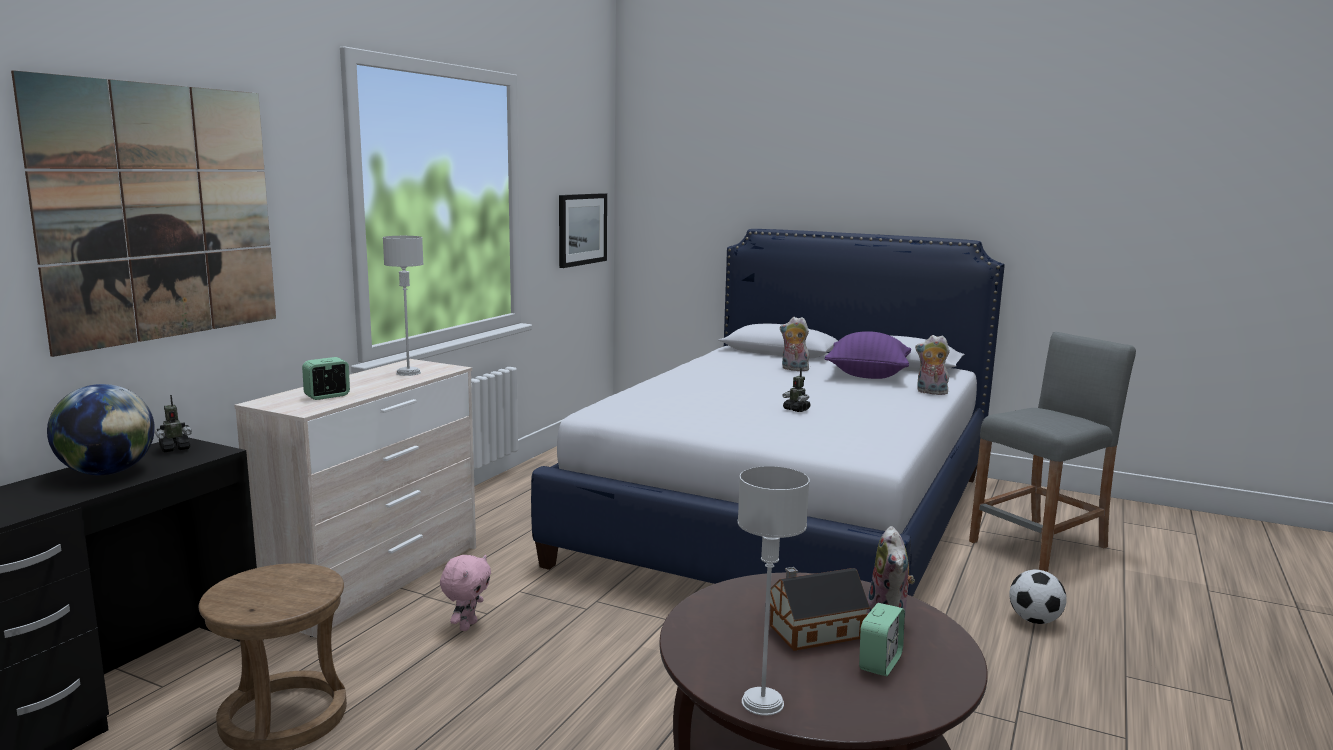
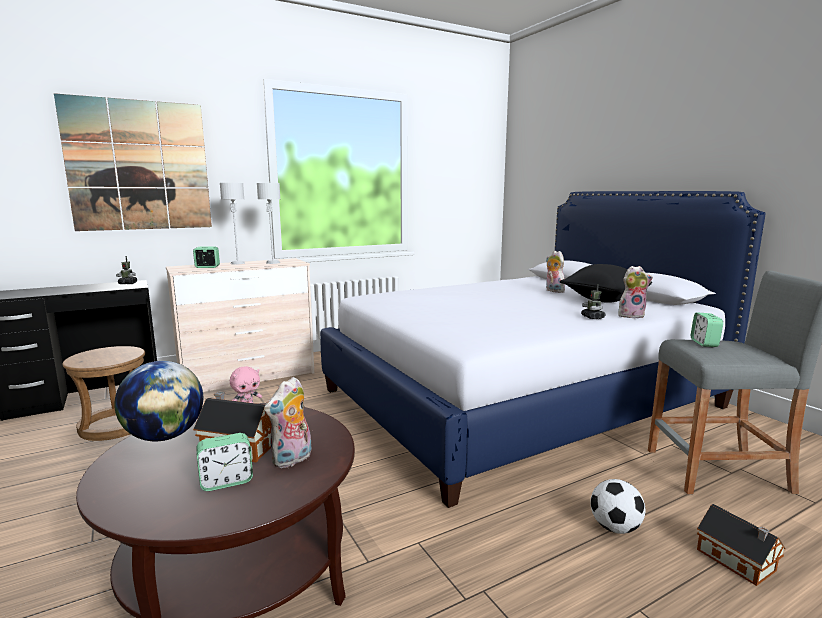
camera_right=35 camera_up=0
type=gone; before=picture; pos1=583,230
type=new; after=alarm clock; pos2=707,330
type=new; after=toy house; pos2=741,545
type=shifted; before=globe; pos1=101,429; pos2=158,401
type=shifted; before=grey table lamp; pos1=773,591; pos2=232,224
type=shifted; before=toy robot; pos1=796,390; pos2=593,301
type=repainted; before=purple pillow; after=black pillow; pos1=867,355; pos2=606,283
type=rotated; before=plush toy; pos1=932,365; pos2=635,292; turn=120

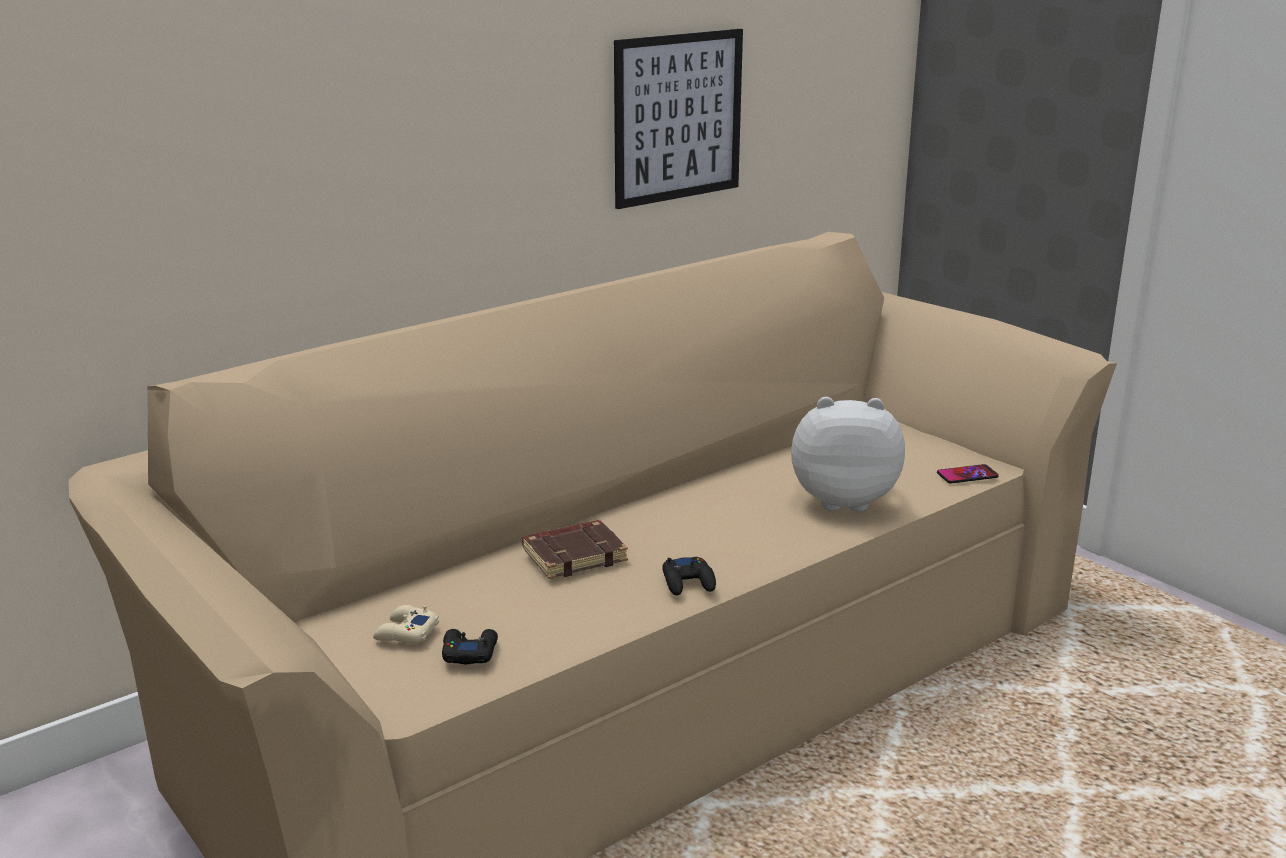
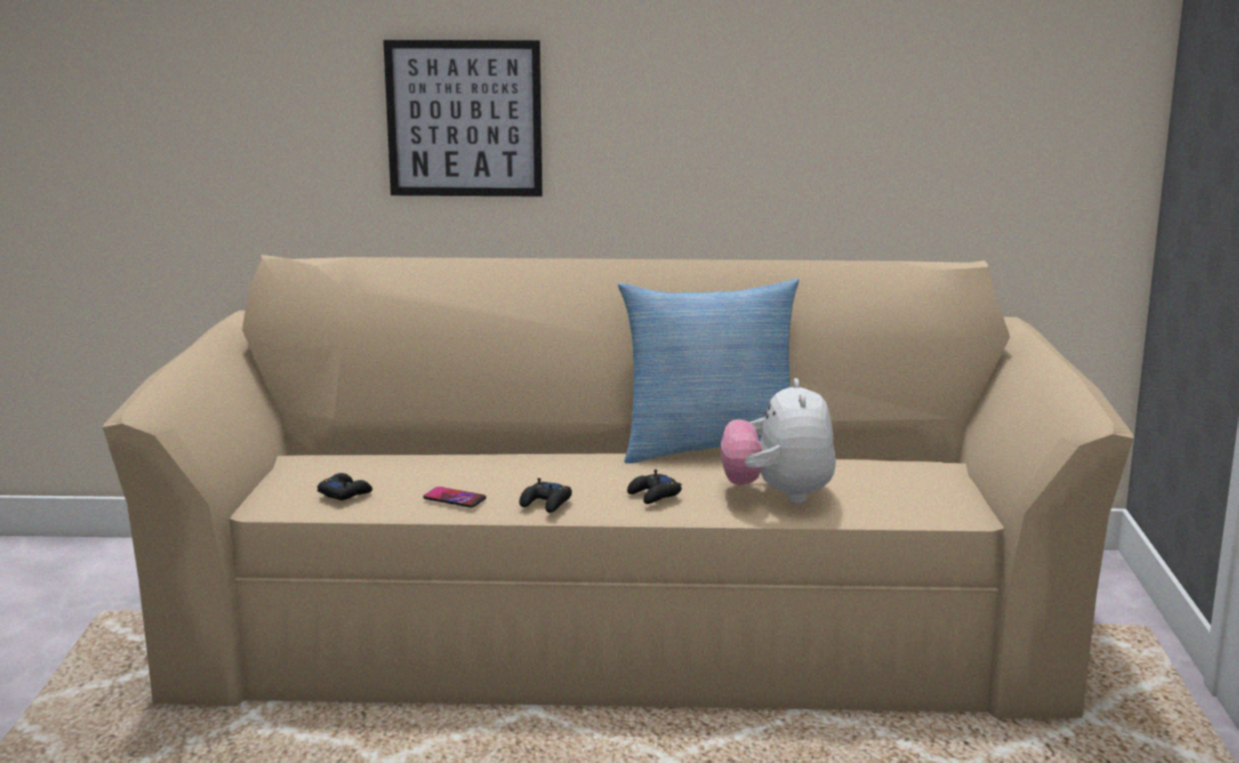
camera_right=40 camera_up=-5
type=gone; before=beige game controller; pos1=406,624
type=gone; before=brown book; pos1=575,549
type=new; after=pillow; pos2=708,370
type=new; after=black game controller; pos2=654,486
type=shifted; before=picture; pos1=678,119; pos2=462,118
type=shifted; before=phone; pos1=968,474; pos2=454,497
type=rotated; before=plush toy; pos1=848,454; pos2=778,441; turn=-135

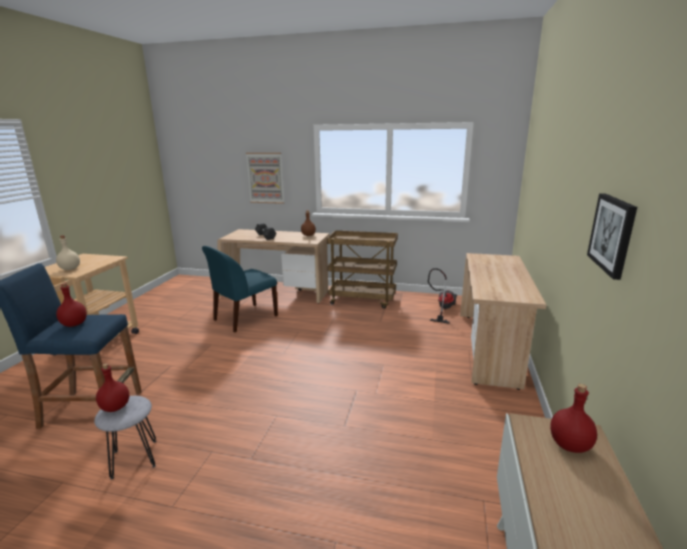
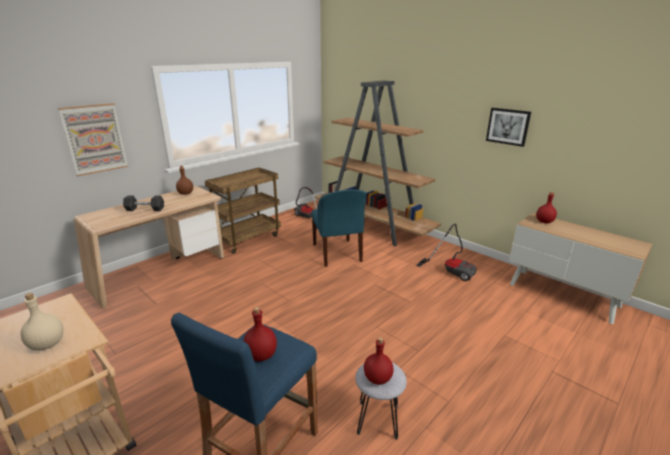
camera_right=-60 camera_up=5
type=new; after=vacuum cleaner; pos2=446,252
type=shifted; before=blue chair; pos1=240,289; pos2=339,228
type=swapped; before=beige desk; after=brown bookcase; pos1=503,321; pos2=378,163

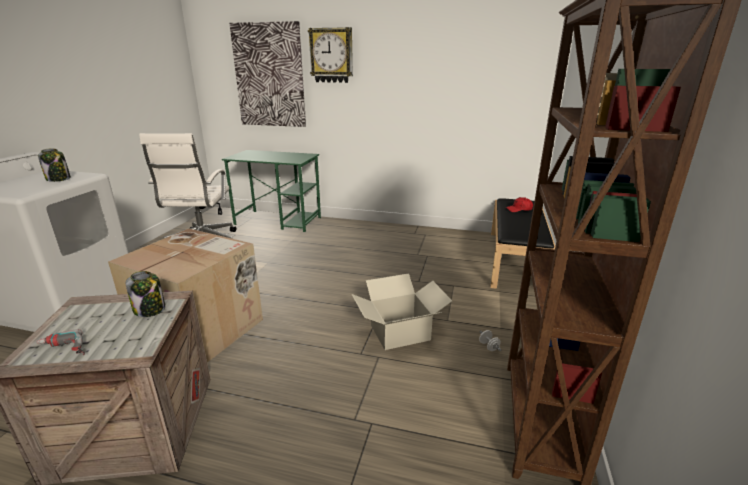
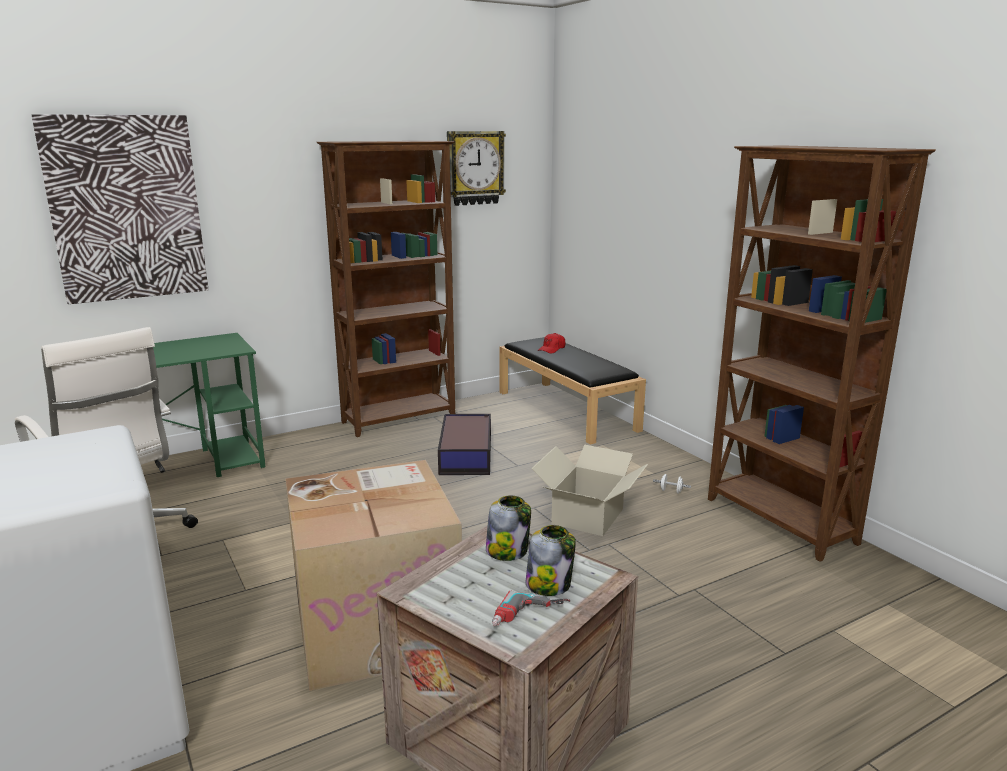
camera_right=-45 camera_up=-5
type=new; after=brown bookcase; pos2=385,289
type=new; after=storage box; pos2=464,444
type=shifted; before=jar; pos1=54,165; pos2=551,560
type=shifted; before=wall clock; pos1=330,55; pos2=476,168

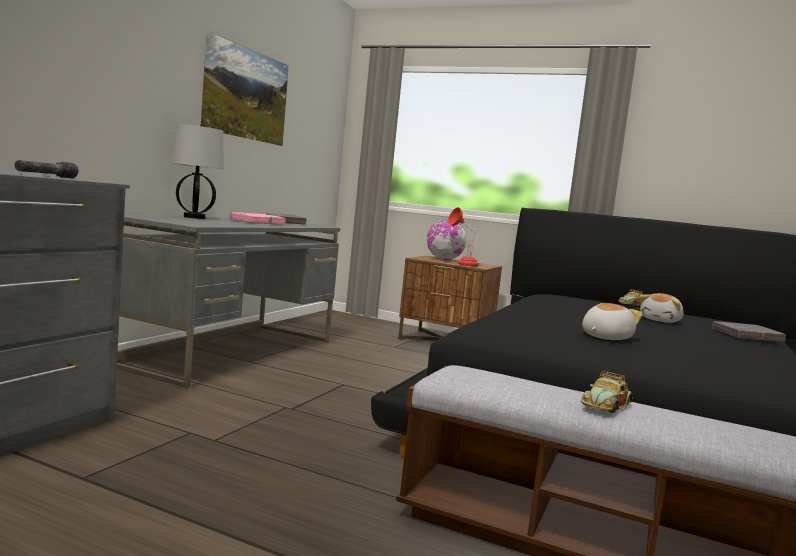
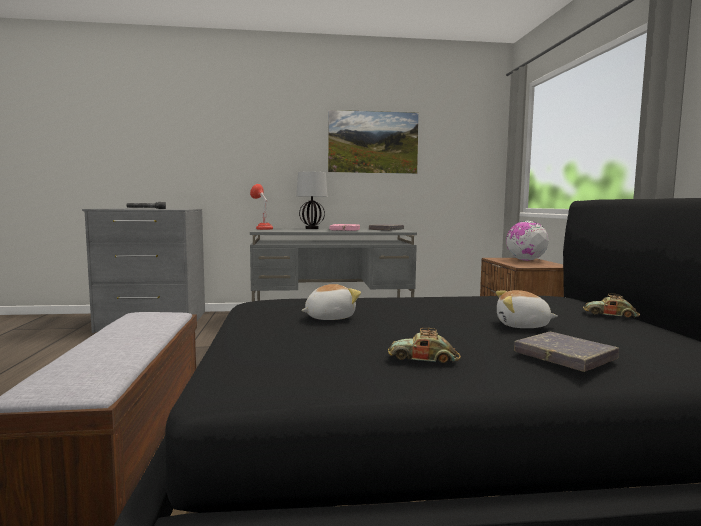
camera_right=60 camera_up=0
type=shifted; before=red table lamp; pos1=463,237; pos2=261,207
type=shifted; before=toy car; pos1=607,392; pos2=424,345
type=rotated; before=plush toy; pos1=612,321; pos2=331,302; turn=-45

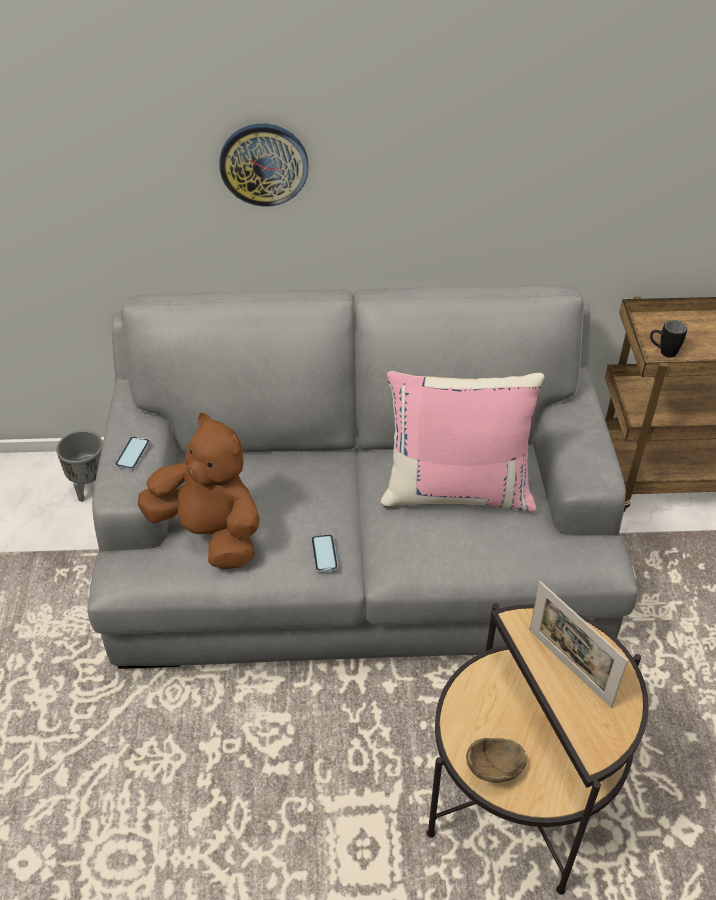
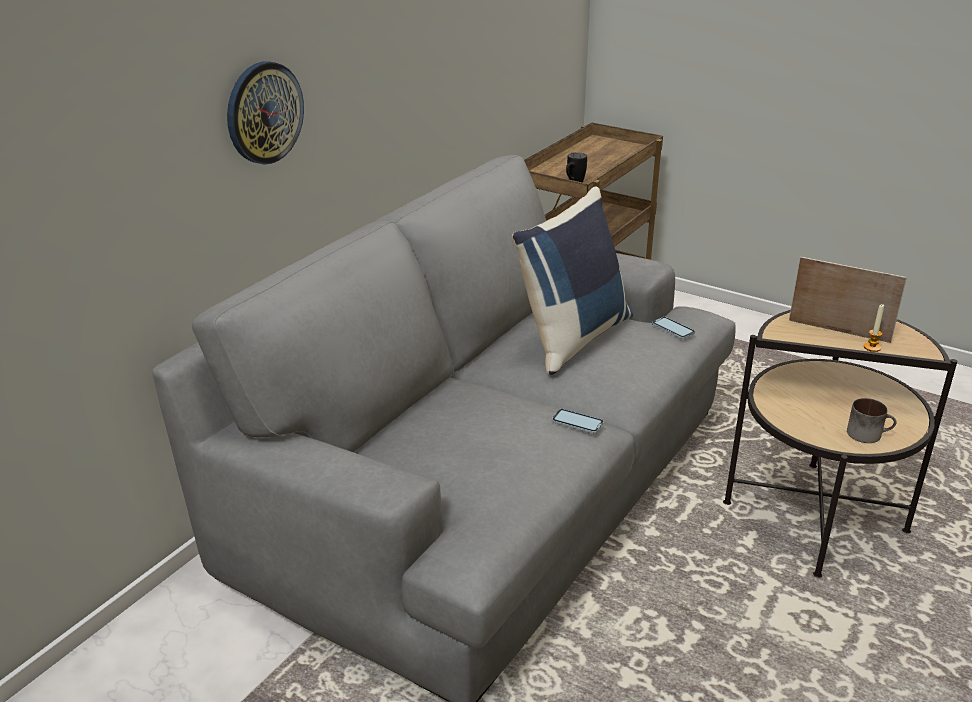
camera_right=-55 camera_up=-15
type=gone; before=grey planter; pos1=79,466
type=gone; before=brown plush toy; pos1=199,491
type=new; after=candle; pos2=874,328
type=shifted; before=phone; pos1=132,453; pos2=673,328
type=swapped; before=brown bowl; after=mug; pos1=496,760; pos2=871,420
type=repainted; before=pink pillow; after=blue pillow; pos1=462,441; pos2=572,280
type=rotated; before=picture frame; pos1=578,644; pos2=848,300; turn=-150

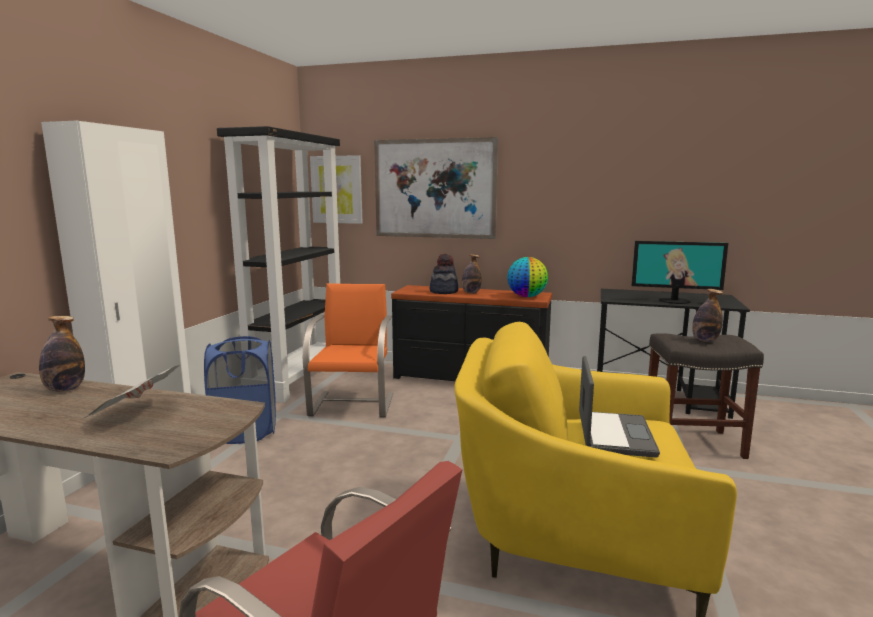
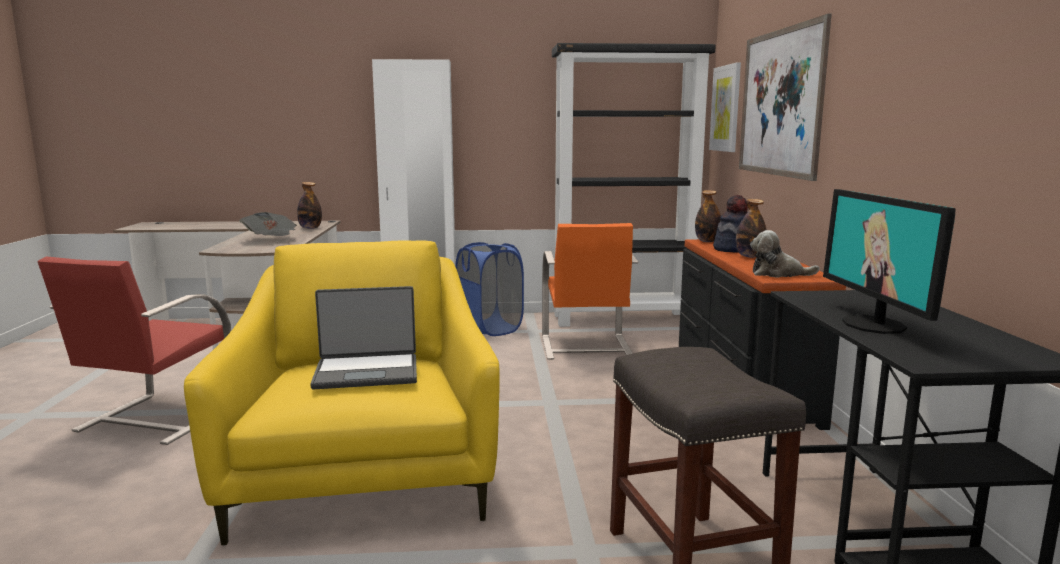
camera_right=70 camera_up=0
type=shifted; before=bottle; pos1=707,315; pos2=708,216
type=swapped; before=globe; after=plush toy; pos1=527,277; pos2=784,254
type=rotated; before=orange chair; pos1=348,350; pos2=590,291; turn=105

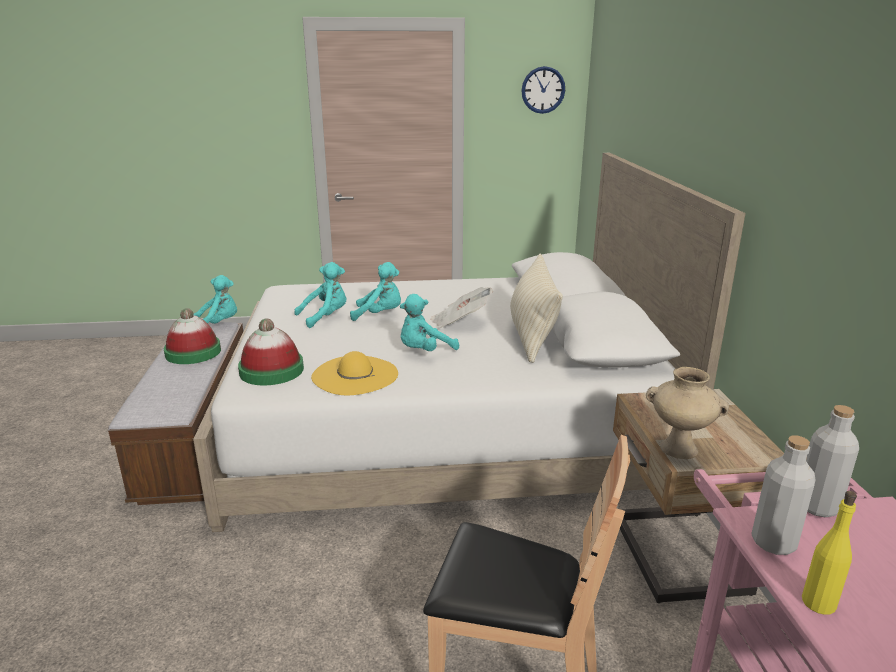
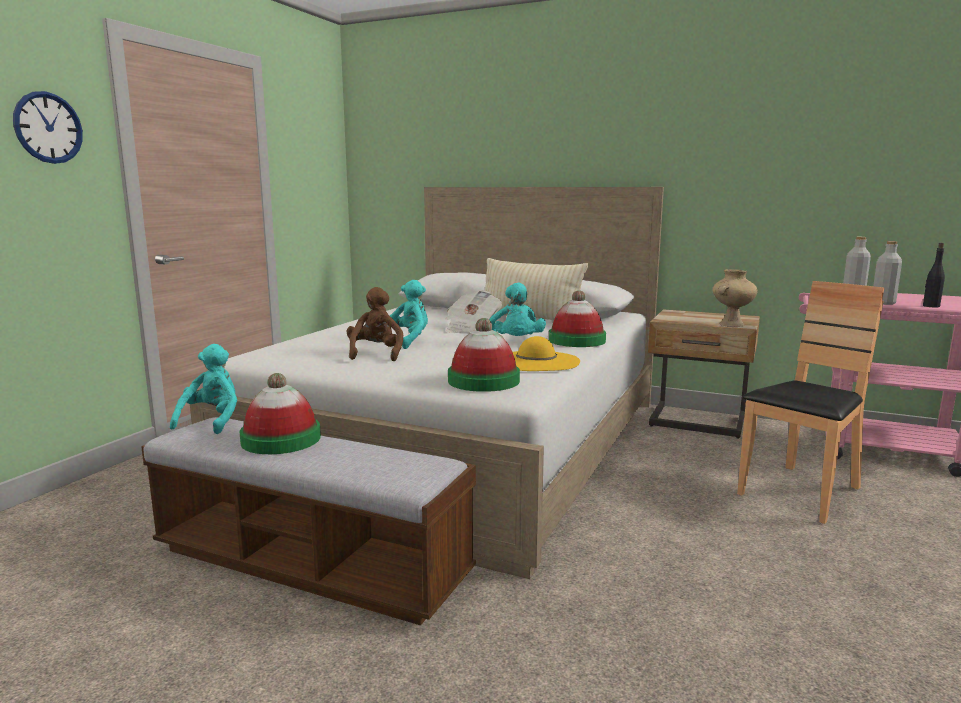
camera_right=-60 camera_up=-10
type=new; after=hat; pos2=577,318
type=shifted; before=wall clock; pos1=543,90; pos2=48,127
type=repainted; before=turquoise plush toy; after=brown plush toy; pos1=320,295; pos2=375,324
type=repainted; before=yellow bottle; after=black bottle; pos1=829,553; pos2=934,275

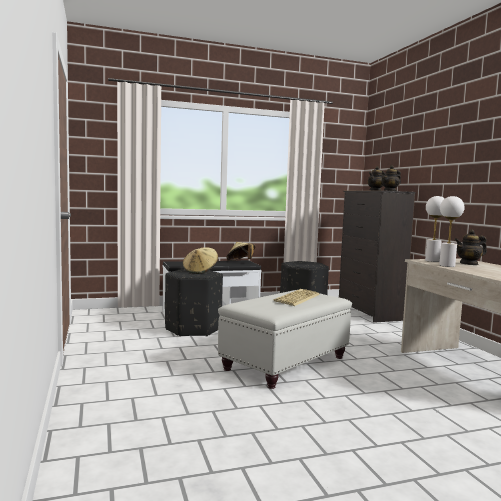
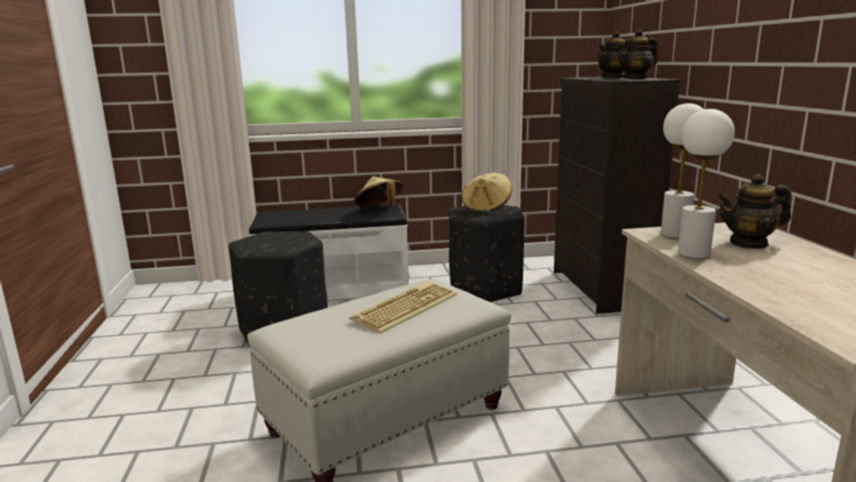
camera_right=10 camera_up=10
type=shifted; before=beige hat; pos1=200,260; pos2=486,193

